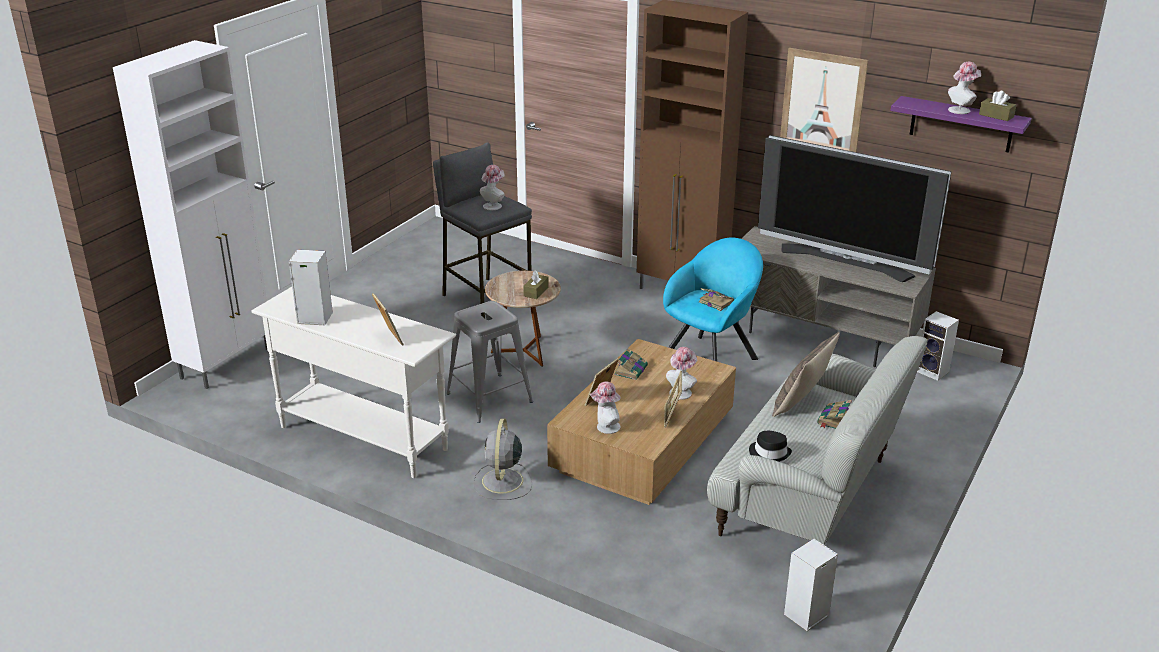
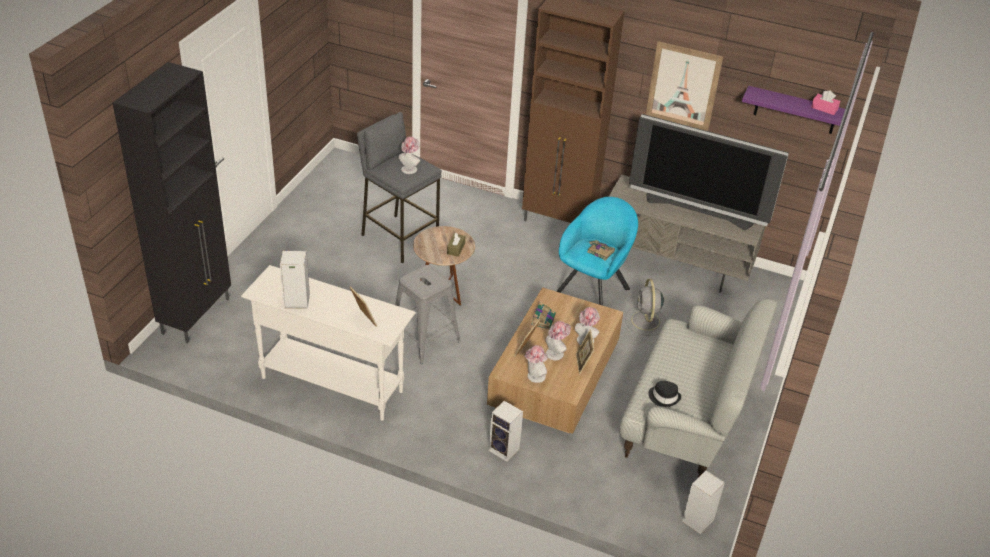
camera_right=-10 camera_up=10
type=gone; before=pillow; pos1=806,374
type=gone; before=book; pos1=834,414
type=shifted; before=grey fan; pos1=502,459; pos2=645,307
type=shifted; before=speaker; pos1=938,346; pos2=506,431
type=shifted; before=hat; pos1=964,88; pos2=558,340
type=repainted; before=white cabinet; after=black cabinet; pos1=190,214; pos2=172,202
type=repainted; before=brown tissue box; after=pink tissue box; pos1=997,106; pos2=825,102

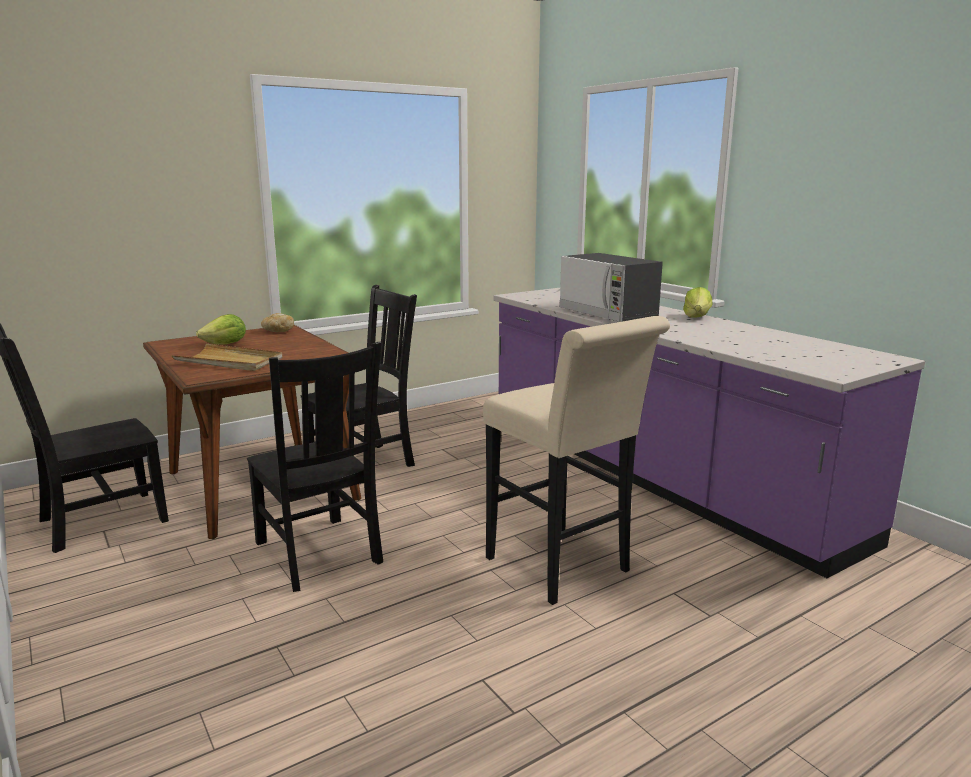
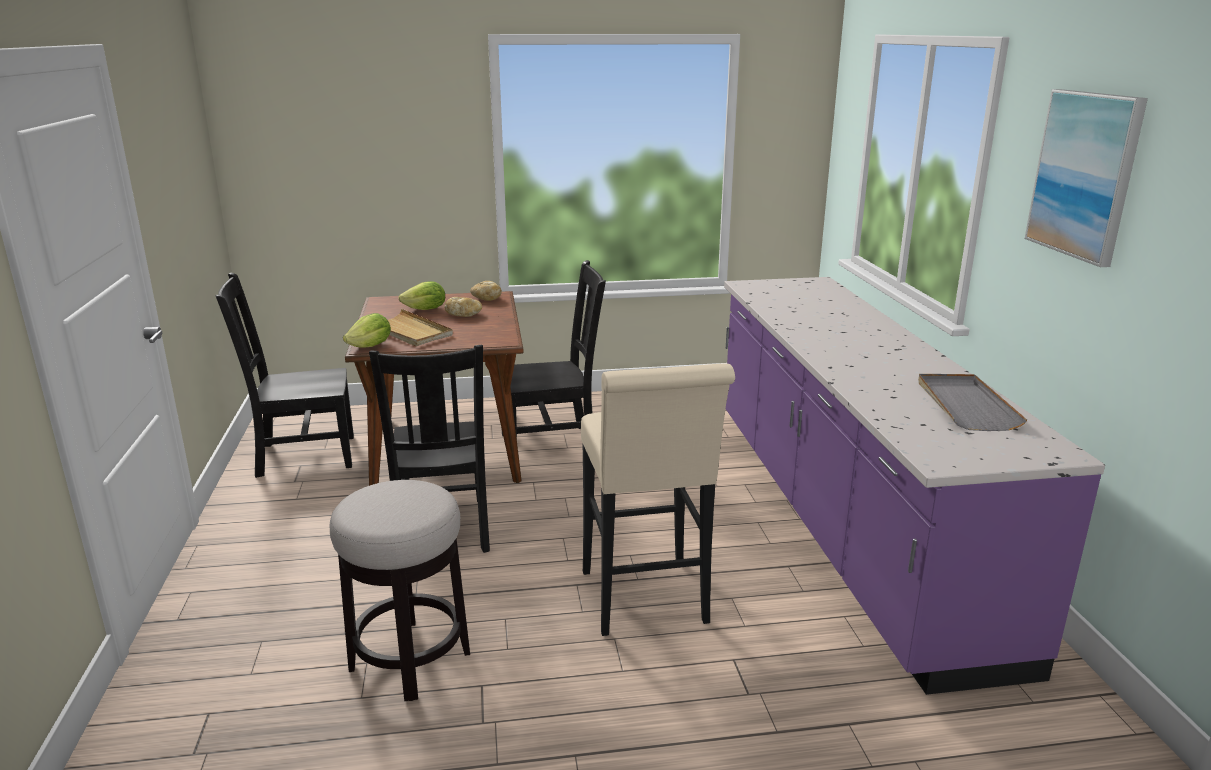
camera_right=25 camera_up=5
type=gone; before=microwave; pos1=611,287
type=new; after=stool; pos2=400,590
type=new; after=bread; pos2=463,307
type=new; after=grey tray; pos2=972,402
type=new; after=picture; pos2=1086,178
type=shifted; before=lettuce; pos1=698,302; pos2=367,330

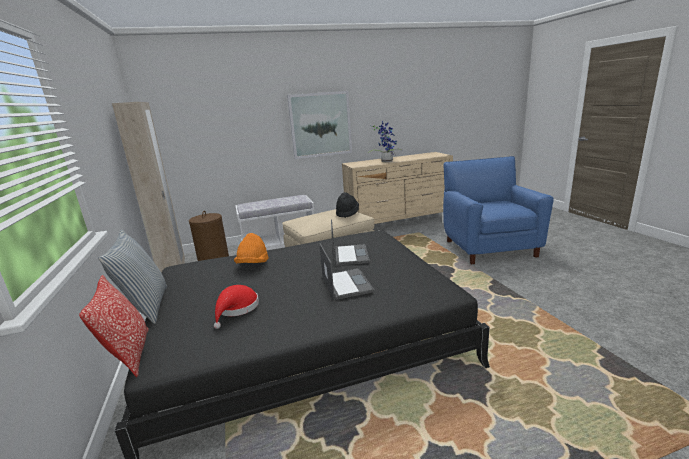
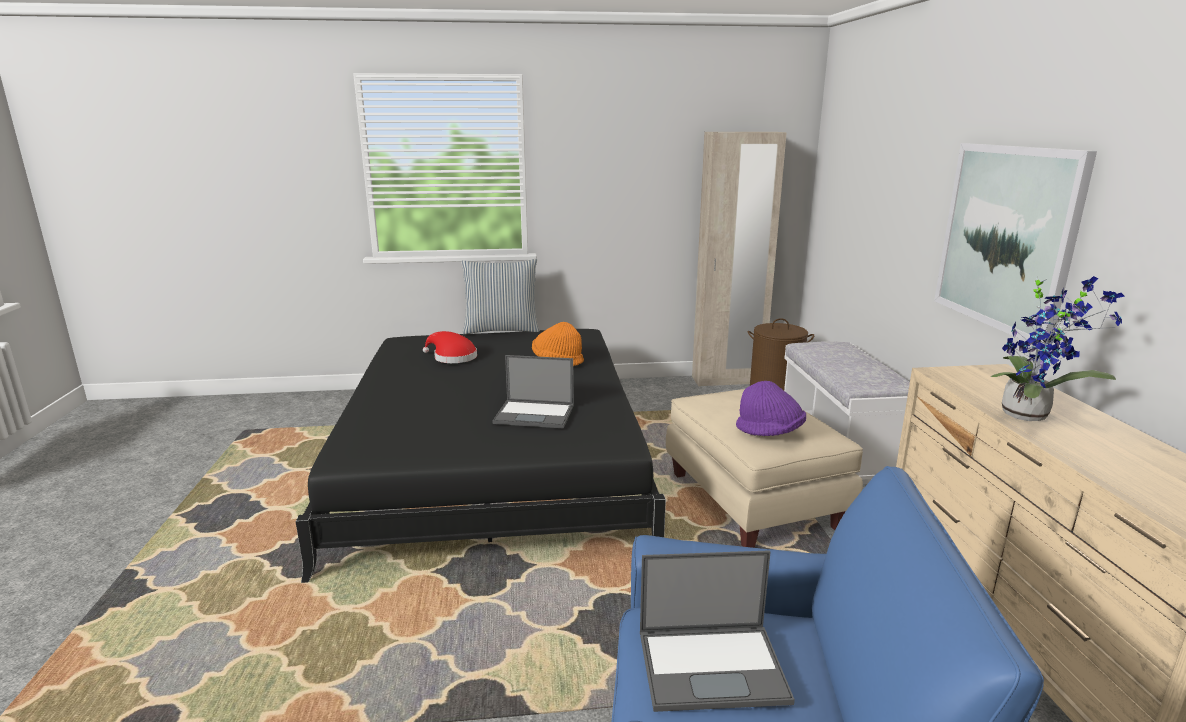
camera_right=100 camera_up=0
type=gone; before=pillow; pos1=114,326
type=shifted; before=laptop; pos1=347,271; pos2=717,631
type=repainted; before=black hat; after=purple hat; pos1=347,205; pos2=771,408

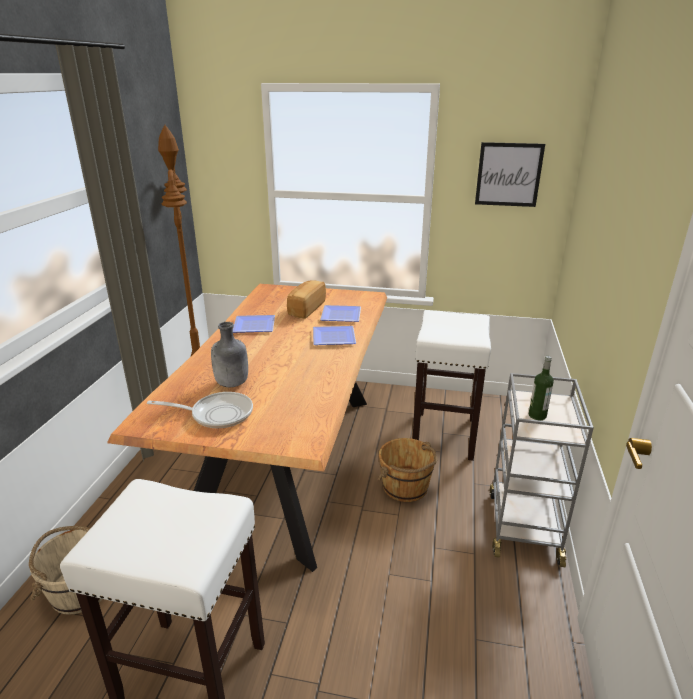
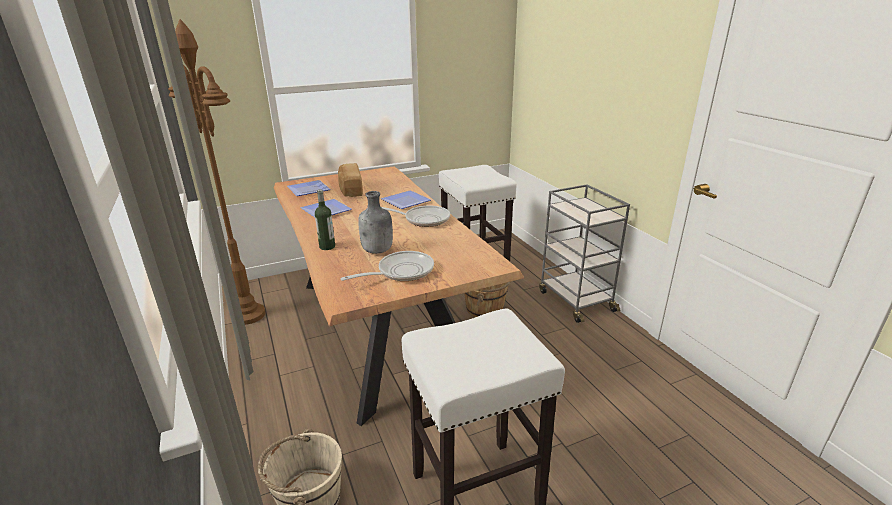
camera_right=-35 camera_up=0
type=gone; before=picture; pos1=510,174
type=new; after=frying pan; pos2=415,216
type=shifted; before=plate; pos1=340,313; pos2=309,188
type=shifted; before=bottle; pos1=541,388; pos2=325,219

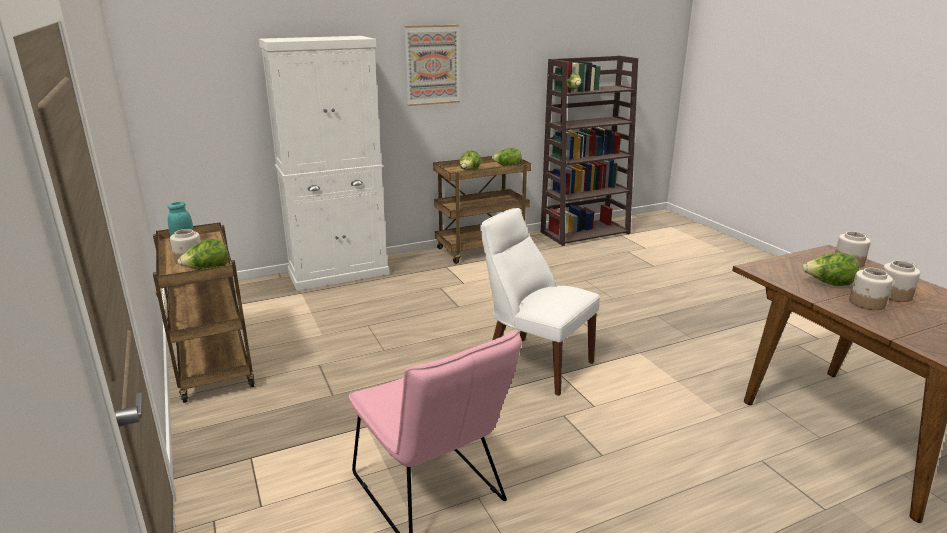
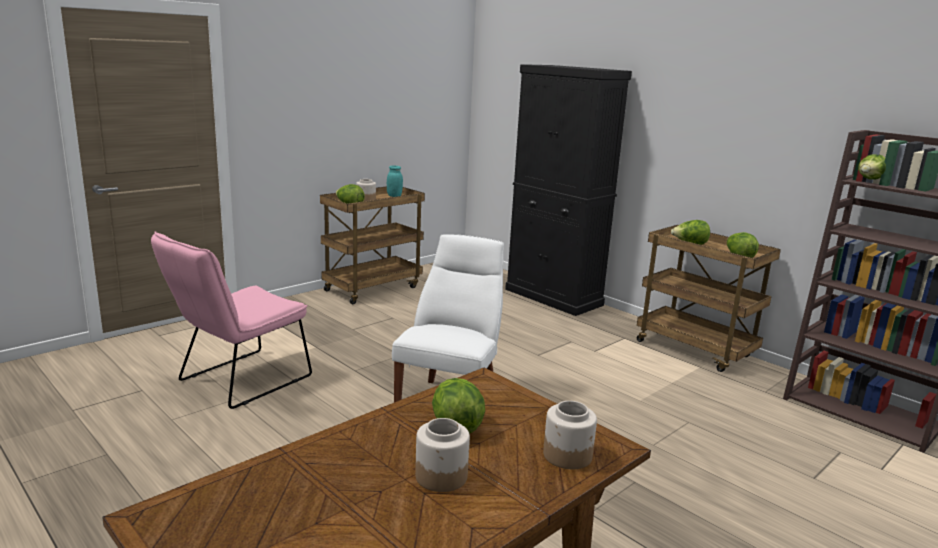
camera_right=70 camera_up=-5
type=gone; before=picture; pos1=432,65
type=gone; before=jar; pos1=871,289
type=repainted; before=white cabinet; after=black cabinet; pos1=324,163; pos2=568,190

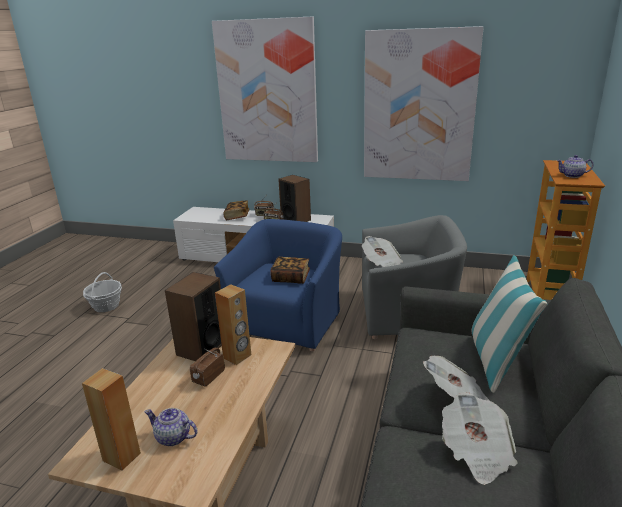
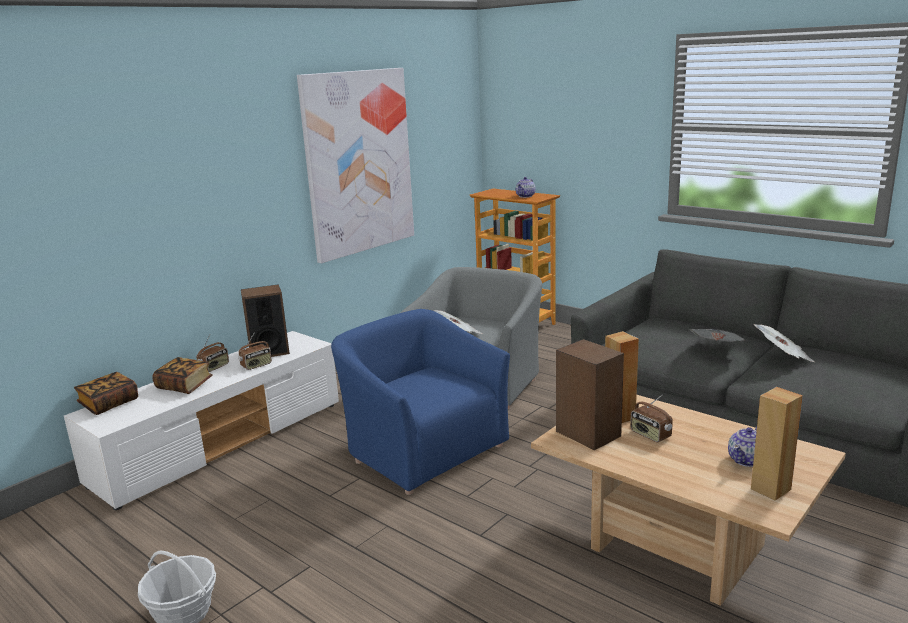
camera_right=-65 camera_up=-5
type=gone; before=picture; pos1=265,89
type=gone; before=pillow; pos1=509,324
type=shifted; before=book; pos1=290,270; pos2=106,393

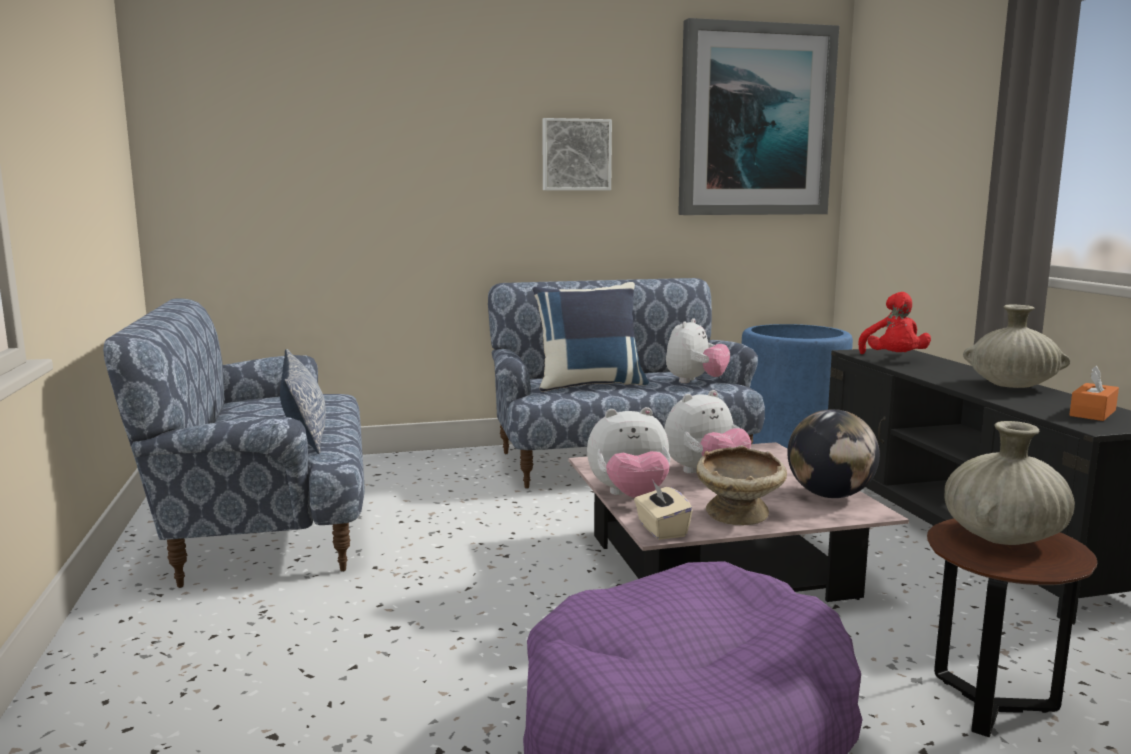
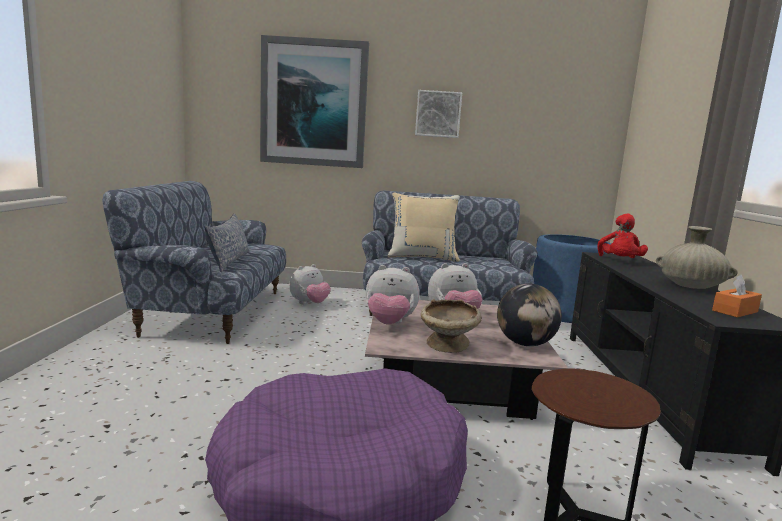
camera_right=15 camera_up=0
type=gone; before=beige tissue box; pos1=663,510
type=gone; before=beige vase; pos1=1009,483
type=shifted; before=plush toy; pos1=698,350; pos2=310,284
type=shifted; before=picture; pos1=758,116; pos2=314,101
type=repainted; before=blue pillow; after=beige pillow; pos1=591,337; pos2=423,227

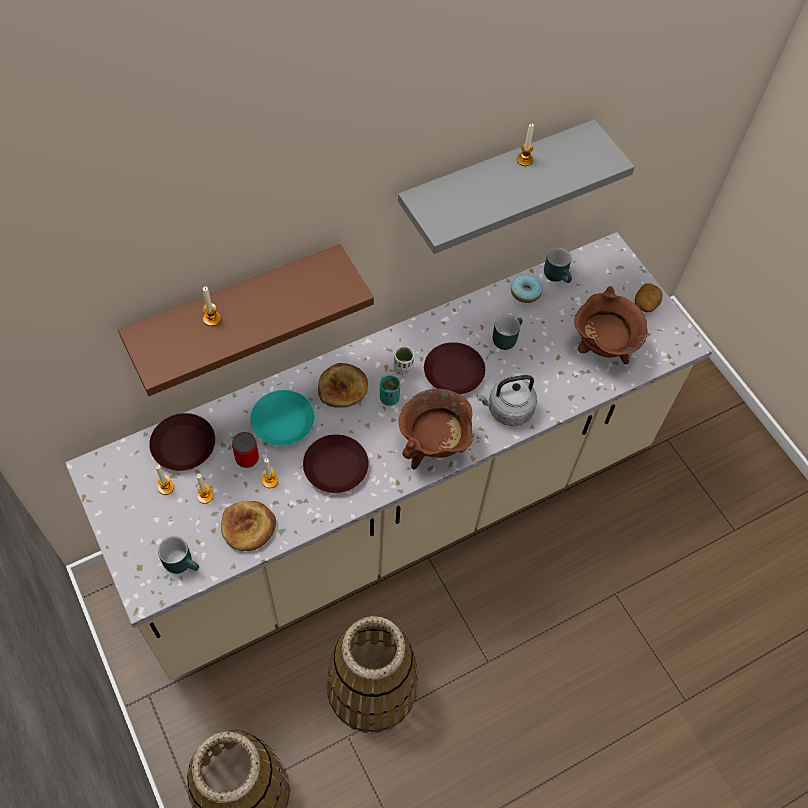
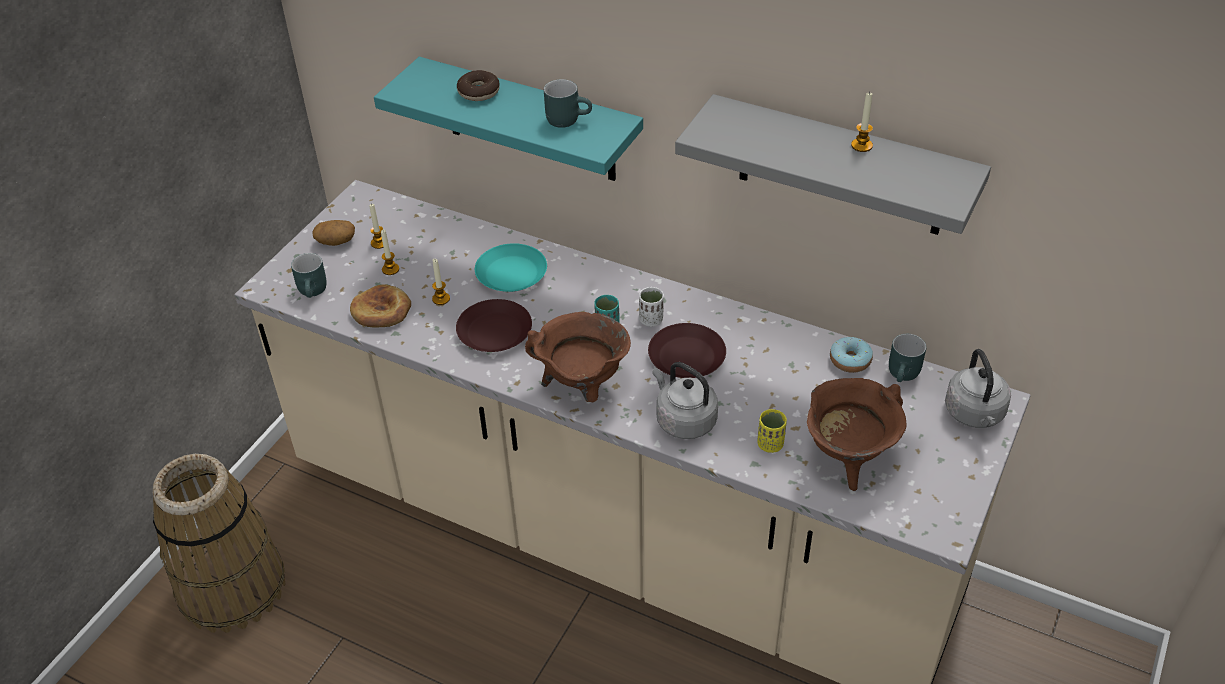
camera_right=60 camera_up=-15
type=gone; before=brown plate; pos1=182,442
type=gone; before=can; pos1=245,450
type=gone; before=bread; pos1=343,385
type=gone; before=basket; pos1=372,674
type=new; after=yellow cup; pos2=772,431
type=new; after=grey kettle; pos2=978,388
type=shifted; before=turquoise mug; pos1=508,332; pos2=568,103
type=shifted; before=potato; pos1=649,298; pos2=333,233
type=swapped; before=candle; after=donut; pos1=212,306; pos2=478,85
type=repainted; before=brown shelf; after=turquoise shelf; pos1=246,320; pos2=508,119

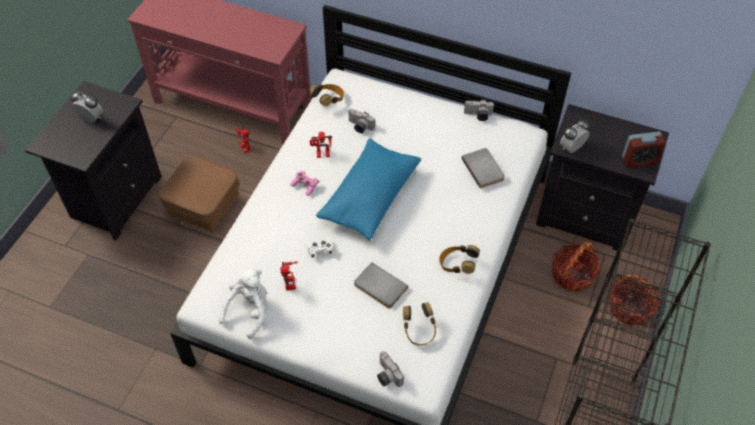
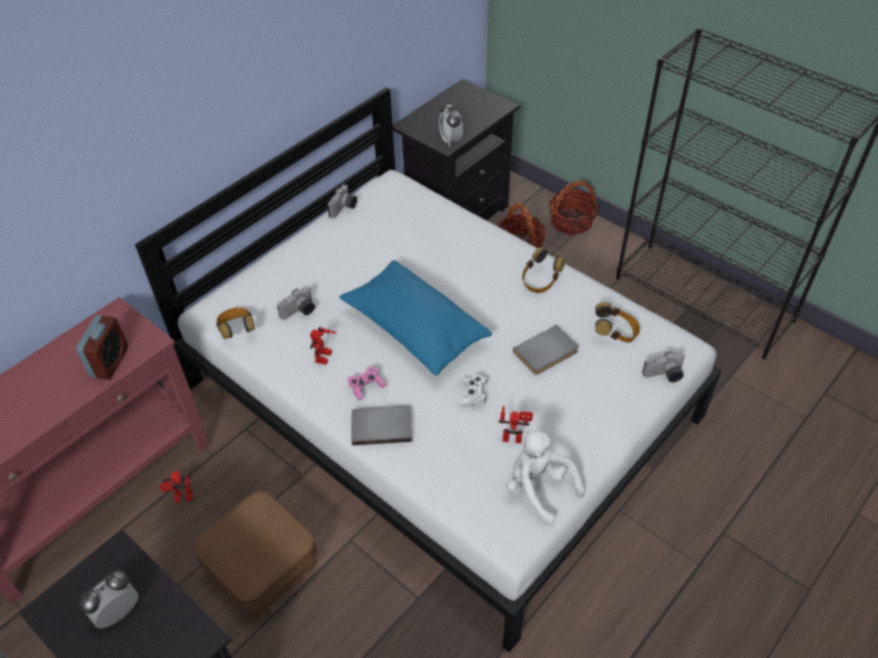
camera_right=-70 camera_up=-5
type=shifted; before=grey book; pos1=483,168; pos2=382,426
type=shifted; before=alarm clock; pos1=644,150; pos2=102,347

